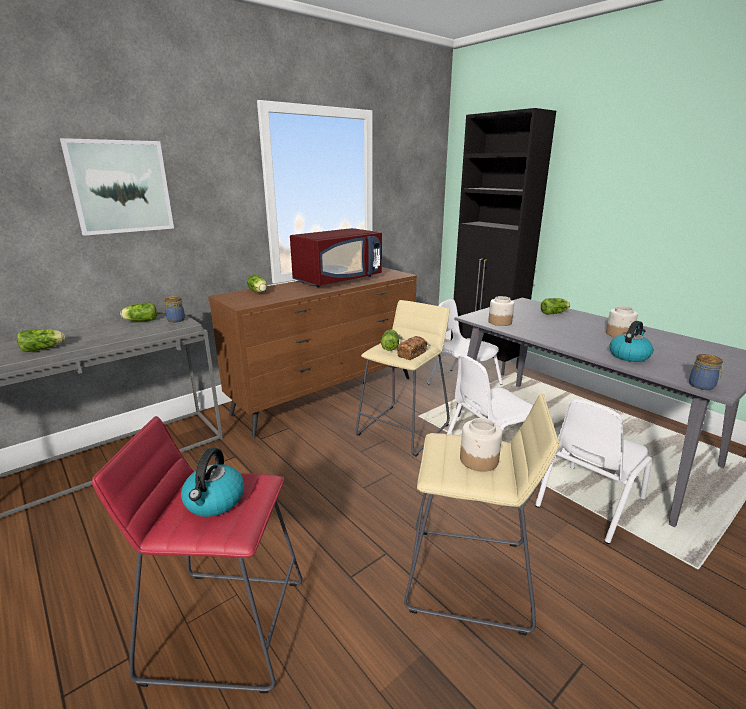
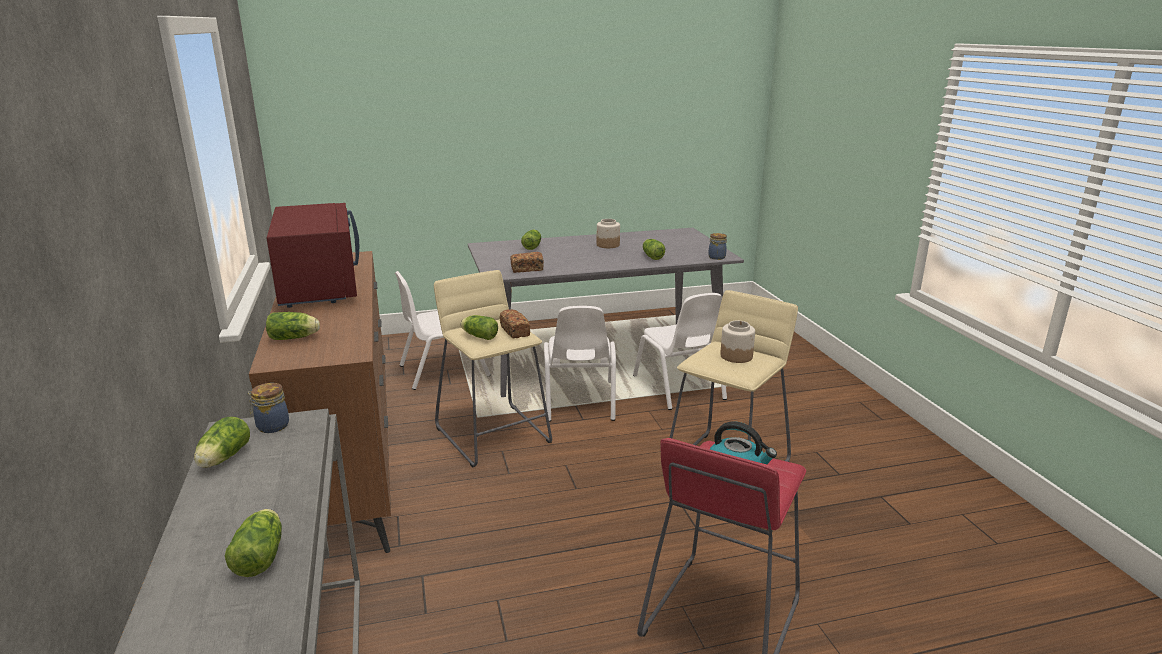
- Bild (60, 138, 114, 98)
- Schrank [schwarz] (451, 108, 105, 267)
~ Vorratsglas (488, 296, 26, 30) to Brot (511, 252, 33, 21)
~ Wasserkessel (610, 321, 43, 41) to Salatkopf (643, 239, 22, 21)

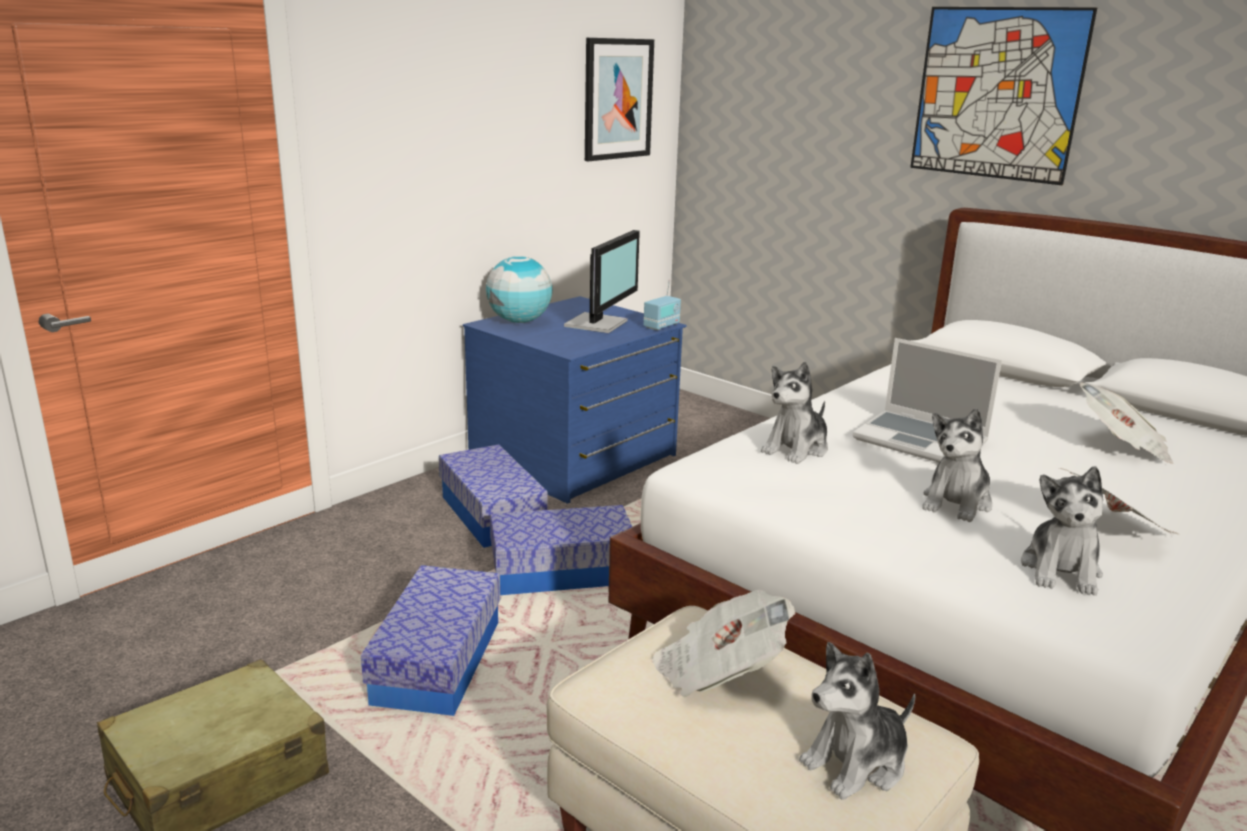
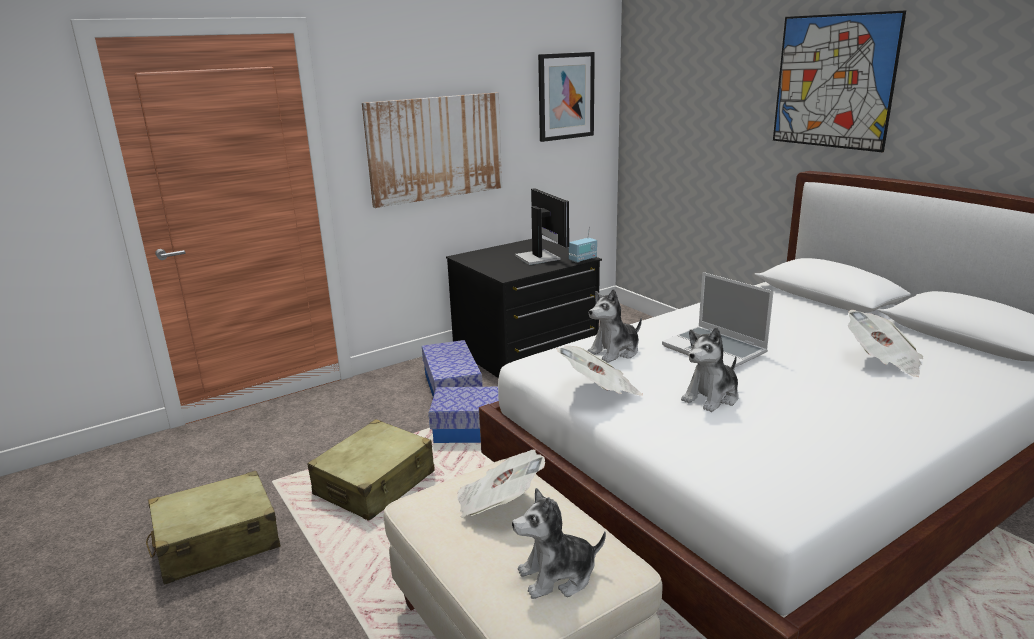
~ Aufbewahrungsbox (361, 565, 139, 151) to Koffer [beige] (307, 419, 128, 102)
~ Kommode [blau] (463, 296, 224, 208) to Kommode [schwarz] (446, 239, 156, 139)
- Globus (486, 256, 66, 67)
~ Monitor (564, 230, 76, 103) = (515, 188, 54, 77) 60 degrees counterclockwise
- Plüschtier (1021, 466, 82, 130)
~ Zeitung (1059, 468, 120, 67) to (556, 346, 87, 49)
+ Bild (362, 93, 140, 115)

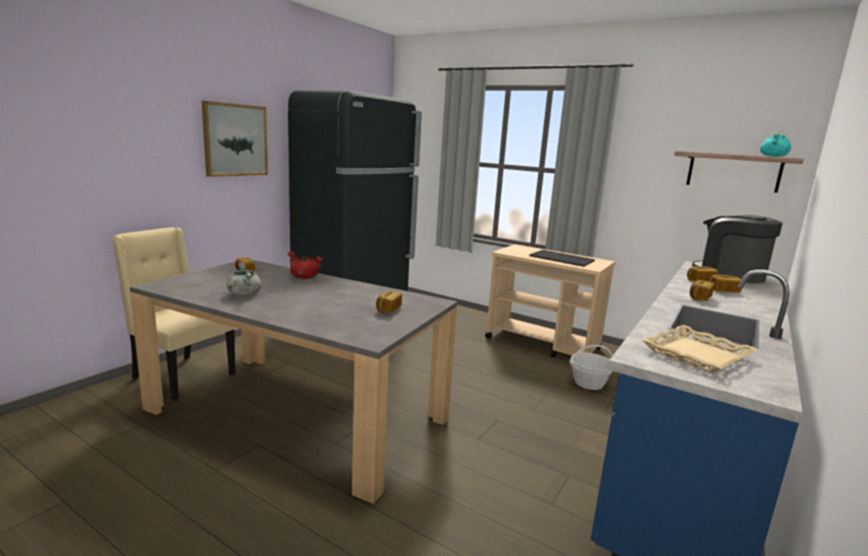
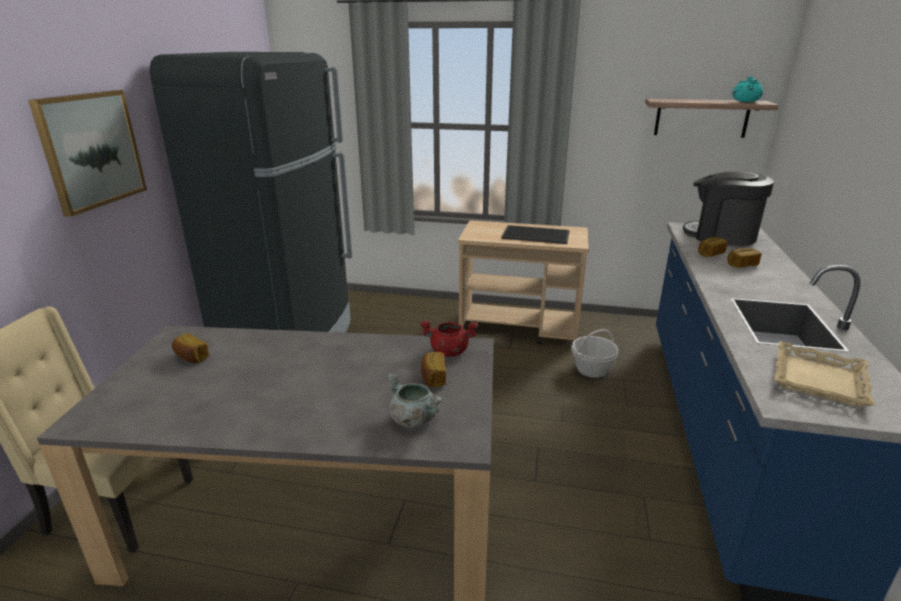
~ Kochtopf [grau] (227, 263, 34, 33) to (386, 374, 57, 54)
~ Kochtopf [rot] (287, 252, 36, 27) to (420, 321, 58, 36)
- Brot (690, 280, 24, 21)

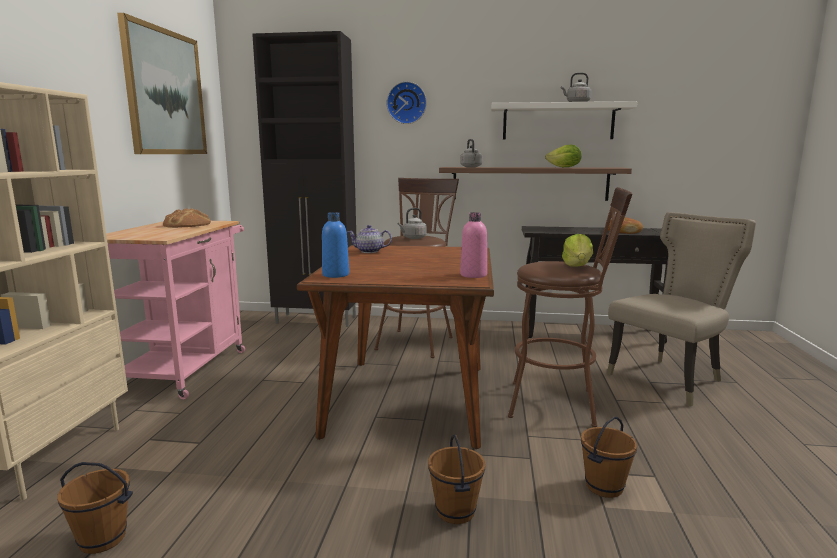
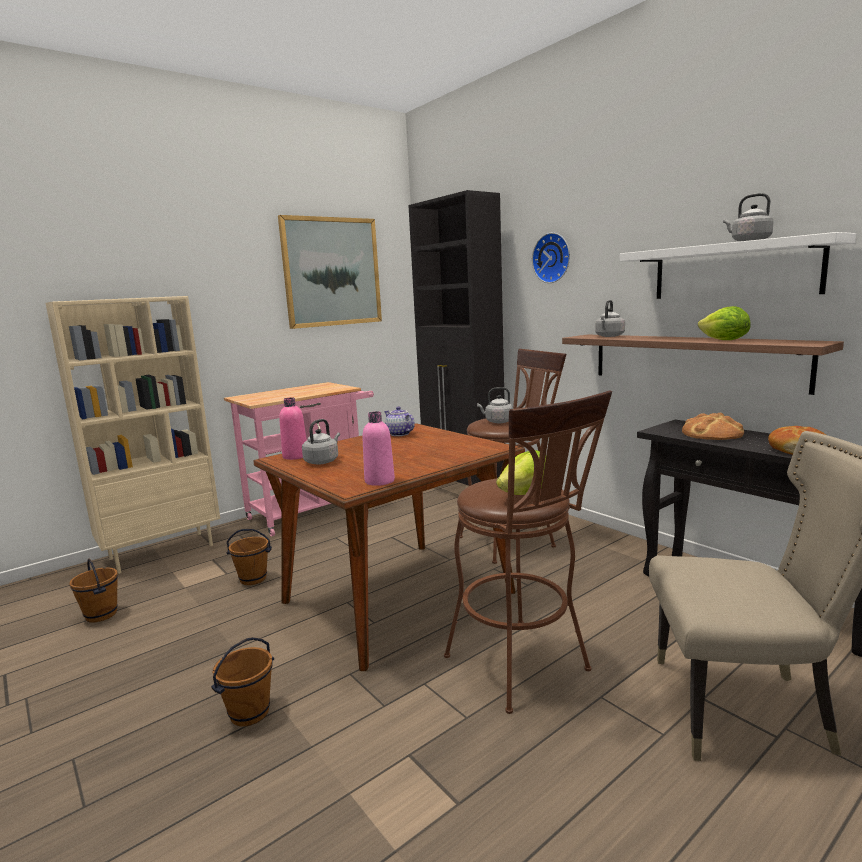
~ Brot (163, 208, 48, 20) to (682, 412, 62, 28)
~ Flasche [blau] (322, 212, 27, 66) to Flasche [rosa] (279, 397, 28, 63)
~ Eimer [braun] (581, 417, 56, 81) to (227, 529, 45, 56)
+ Wasserkessel [grau] (302, 419, 38, 45)

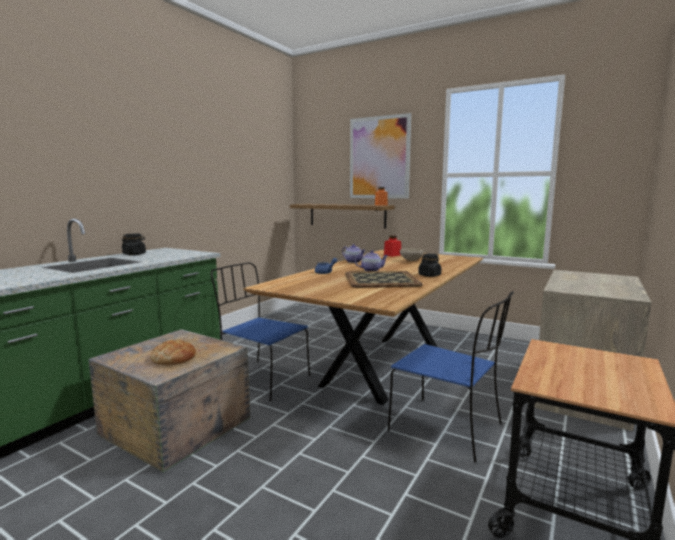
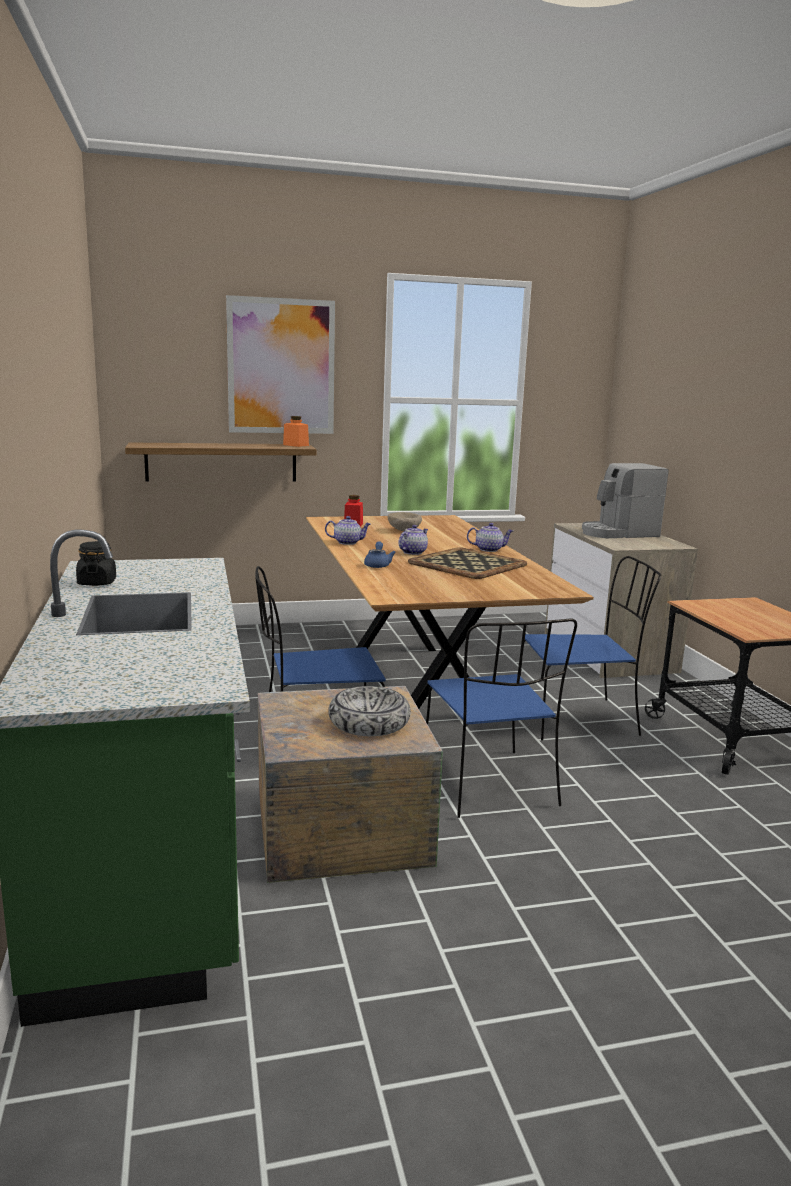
~ Brot (150, 340, 46, 25) to Schüssel (328, 686, 83, 50)
~ Vorratsglas [schwarz] (418, 254, 23, 23) to Teekanne (467, 523, 46, 29)
+ Stuhl [blau] (426, 618, 151, 200)
+ Kaffeemaschine (582, 463, 86, 75)

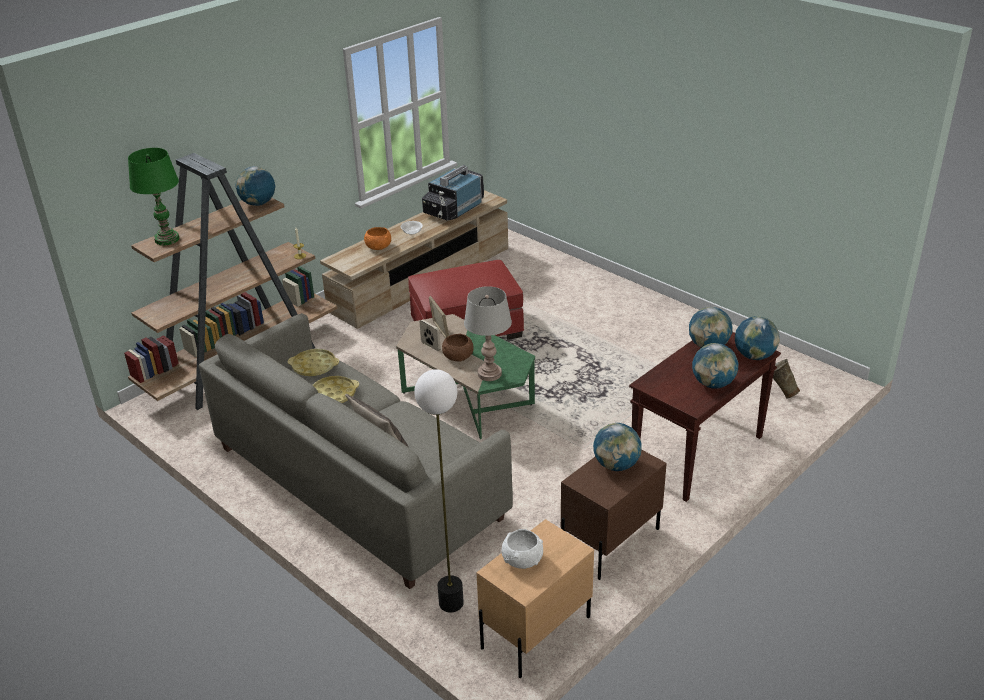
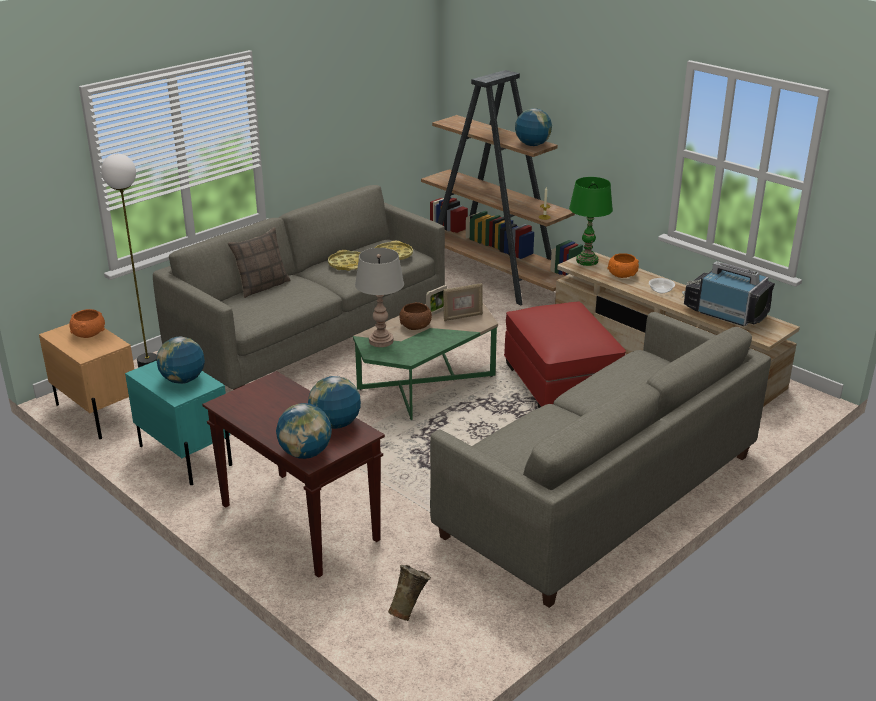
~ Tischlampe [grün] (128, 148, 51, 97) to (569, 177, 44, 89)
~ Schüssel [weiß] (501, 529, 42, 40) to Schüssel [orange] (69, 309, 36, 29)
~ Nachttisch [braun] (561, 450, 106, 130) to Nachttisch [türkis] (125, 360, 107, 125)
- Globus (692, 343, 46, 46)
+ Sofa [grau] (430, 312, 341, 296)

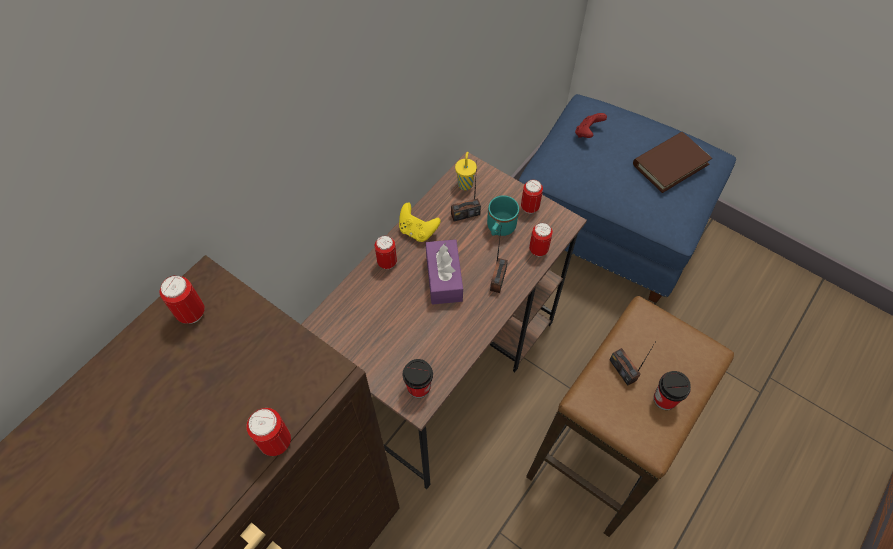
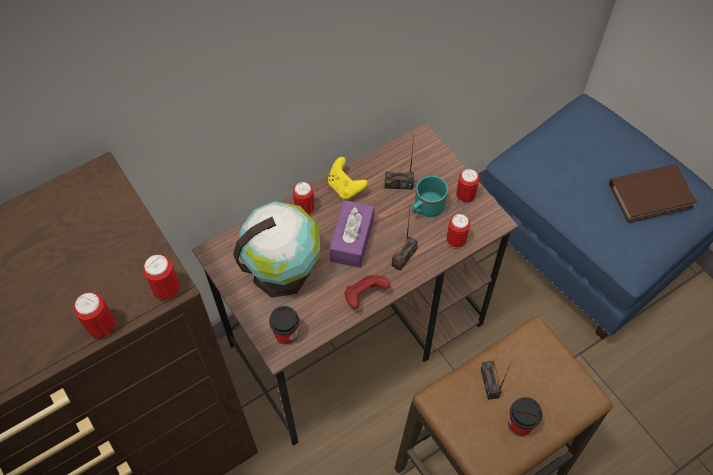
~ Dose (159, 275, 46, 49) to (143, 254, 37, 46)
- Tasse [gelb] (455, 152, 22, 38)
~ Gamepad [rot] (575, 113, 32, 25) to (344, 275, 46, 34)
+ Globus (233, 202, 88, 96)

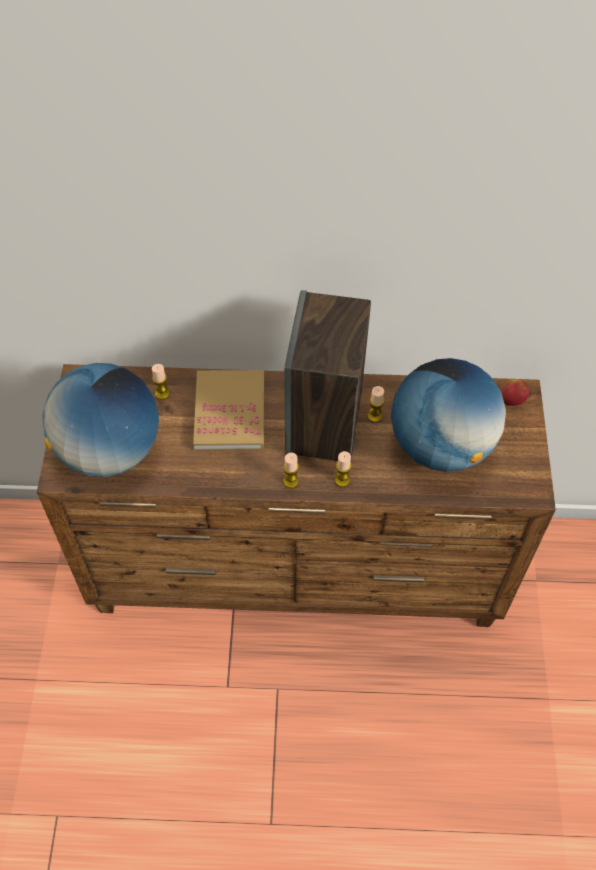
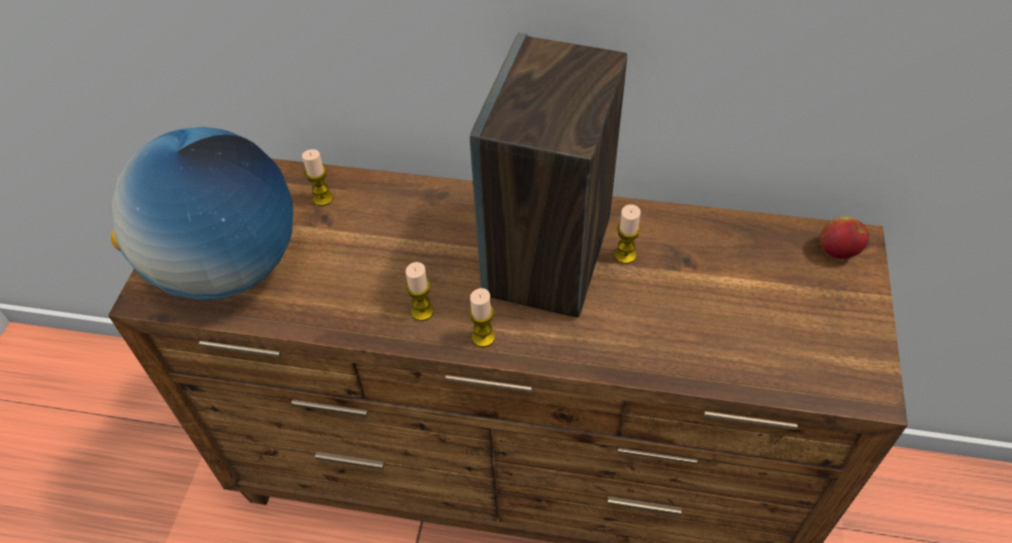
- Buch (193, 370, 71, 81)
~ Kerze (335, 451, 17, 36) to (406, 262, 28, 59)
- Globus (391, 358, 115, 114)

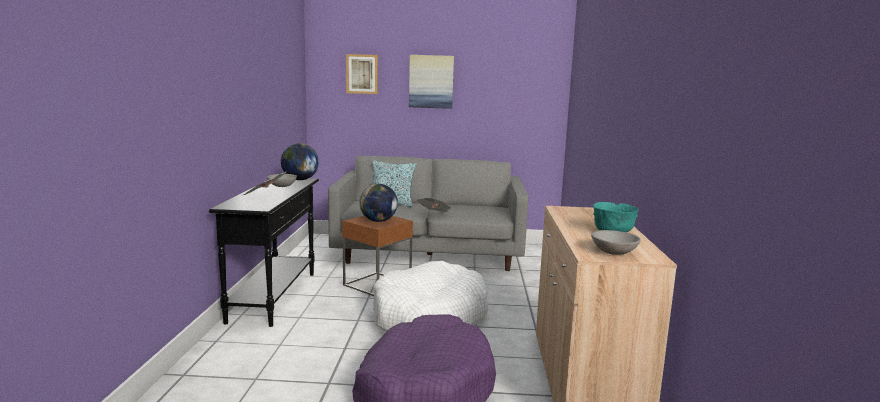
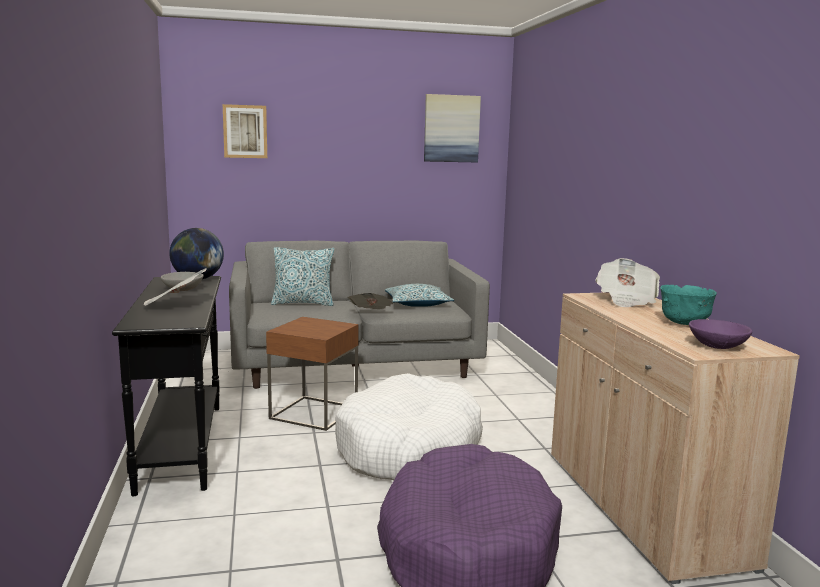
- Globus (360, 184, 38, 38)
~ Bild (409, 55, 45, 54) to (424, 94, 57, 68)
~ Schüssel [grau] (591, 230, 50, 25) to Schüssel [lila] (689, 319, 63, 30)
+ Kissen (385, 284, 69, 23)
+ Zeitung (595, 258, 65, 49)

